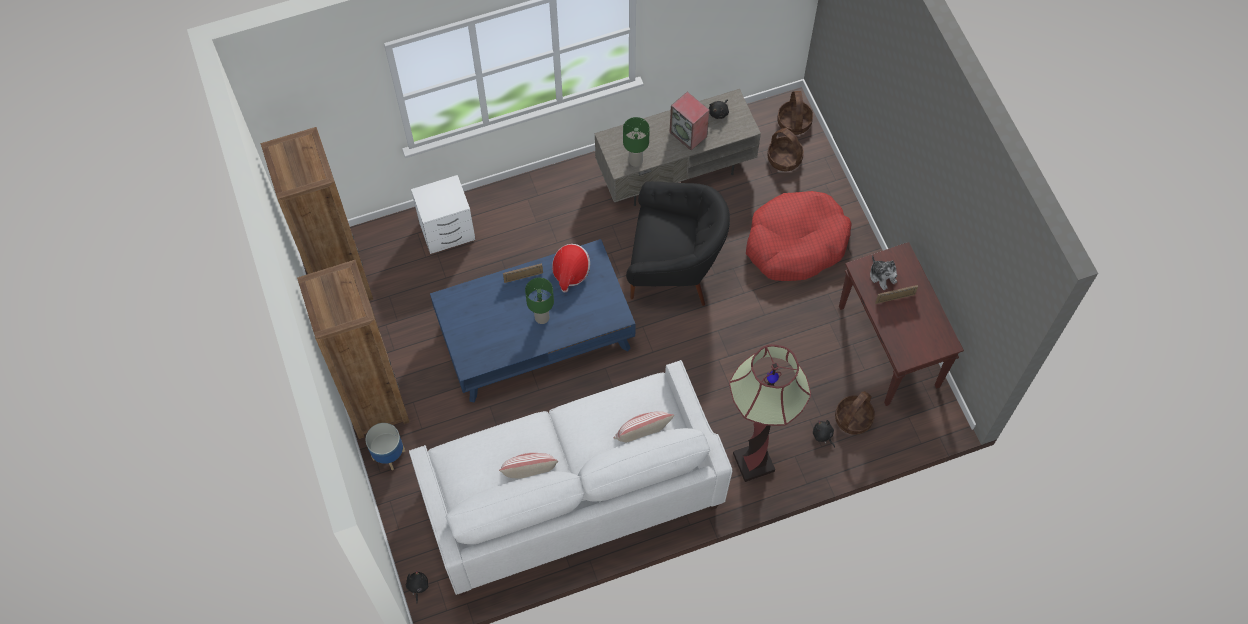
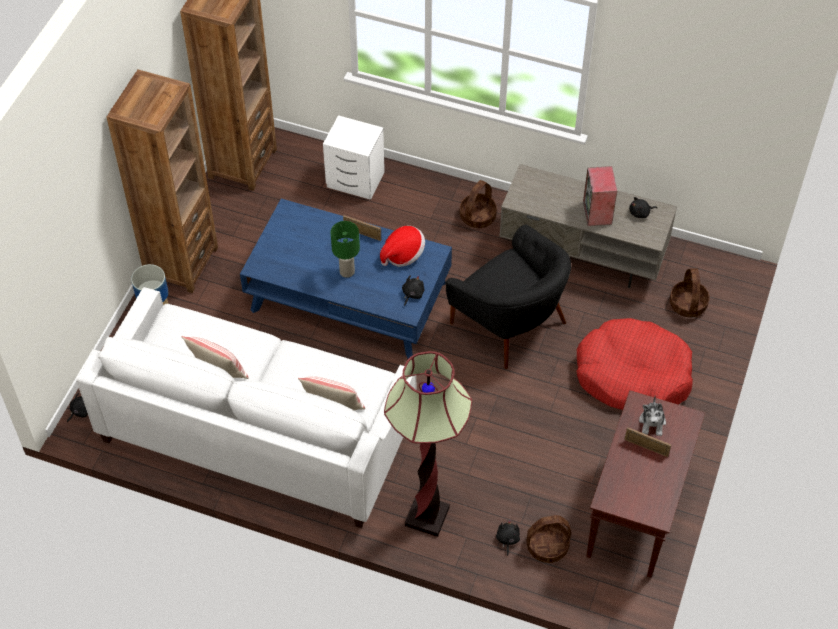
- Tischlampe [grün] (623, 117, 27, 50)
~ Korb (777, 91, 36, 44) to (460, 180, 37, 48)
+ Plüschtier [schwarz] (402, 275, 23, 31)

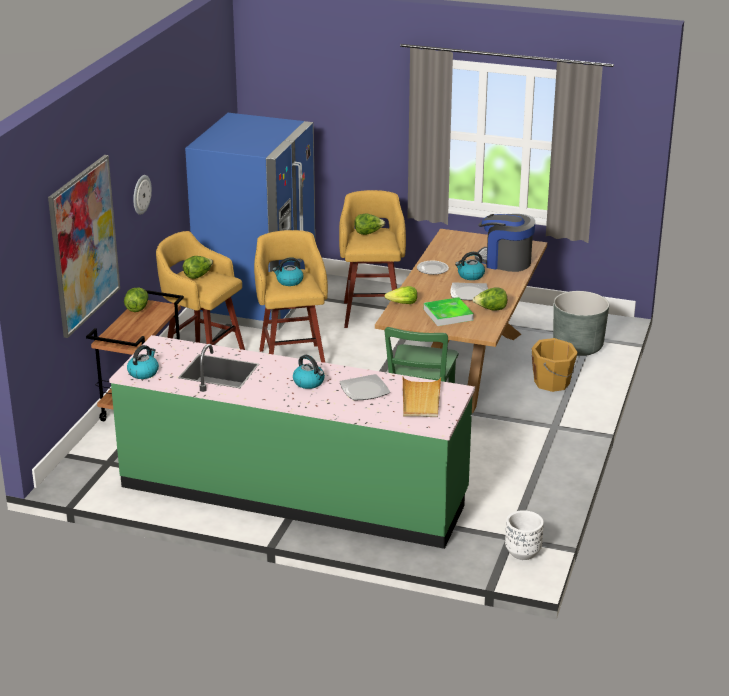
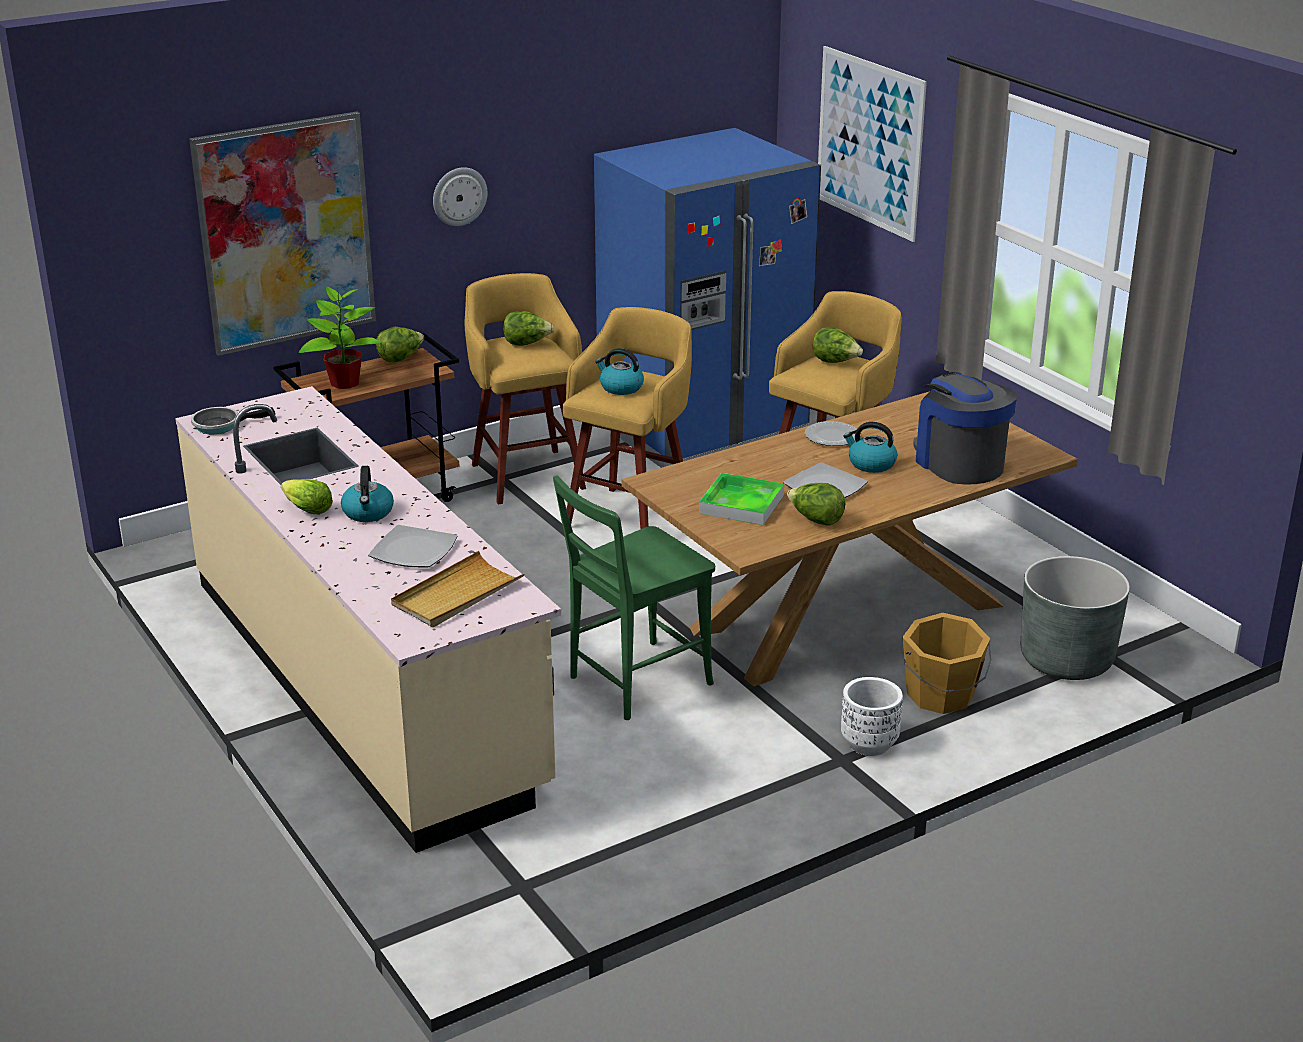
~ Küchenzeile [grün] (109, 335, 366, 214) to Küchenzeile [beige] (175, 386, 386, 467)
~ Wasserkessel (127, 345, 32, 34) to Pfanne (191, 407, 84, 27)
~ Salatkopf (385, 286, 32, 18) to (281, 479, 52, 35)
~ Pflanzkübel [weiß] (505, 510, 39, 50) to (841, 677, 62, 79)
+ Topfpflanze (299, 286, 82, 103)
+ Bild (818, 46, 109, 196)

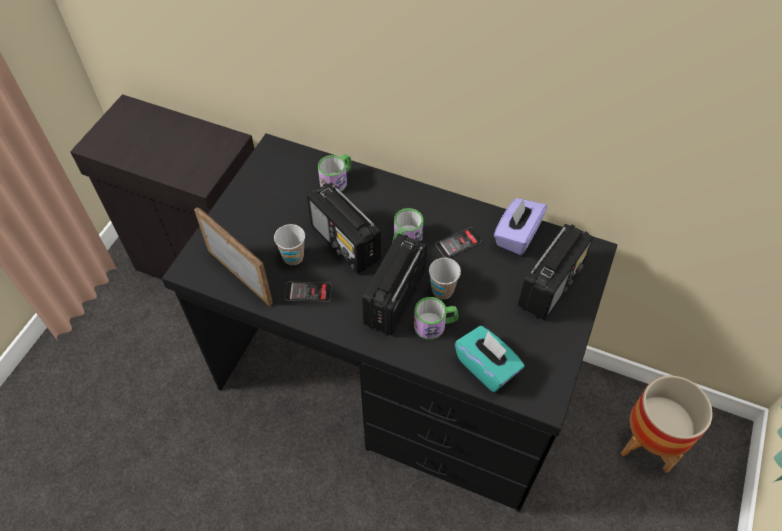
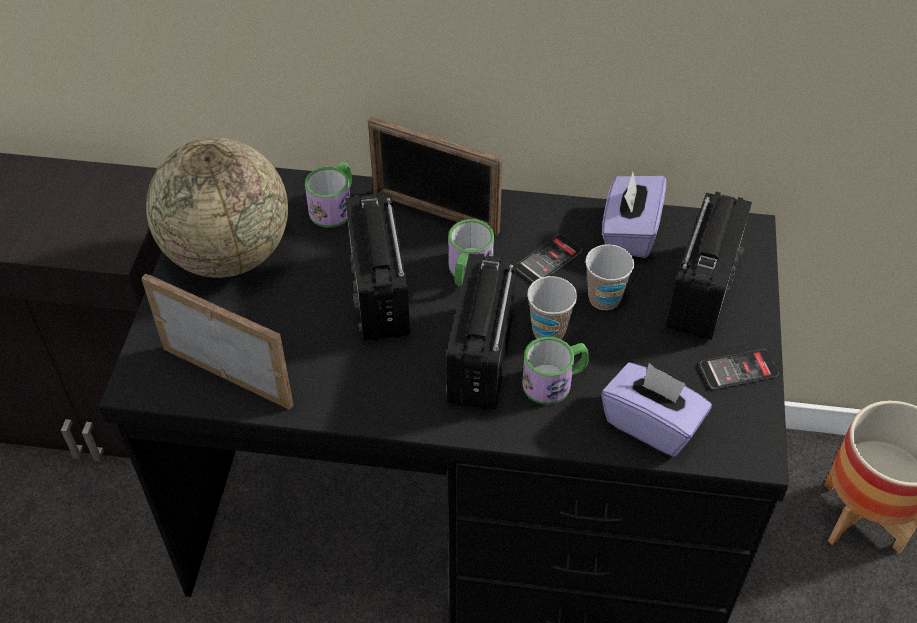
~ Tasse (274, 224, 31, 41) to (585, 244, 49, 66)
~ Handy (285, 282, 47, 20) to (700, 349, 79, 40)
~ Radio (307, 182, 74, 92) = (345, 193, 65, 148) 45 degrees clockwise
~ Taschentuchbox [türkis] (455, 326, 70, 67) to Taschentuchbox [lila] (601, 363, 111, 94)
+ Globus (146, 138, 142, 140)
+ Bilderrahmen (368, 117, 135, 118)

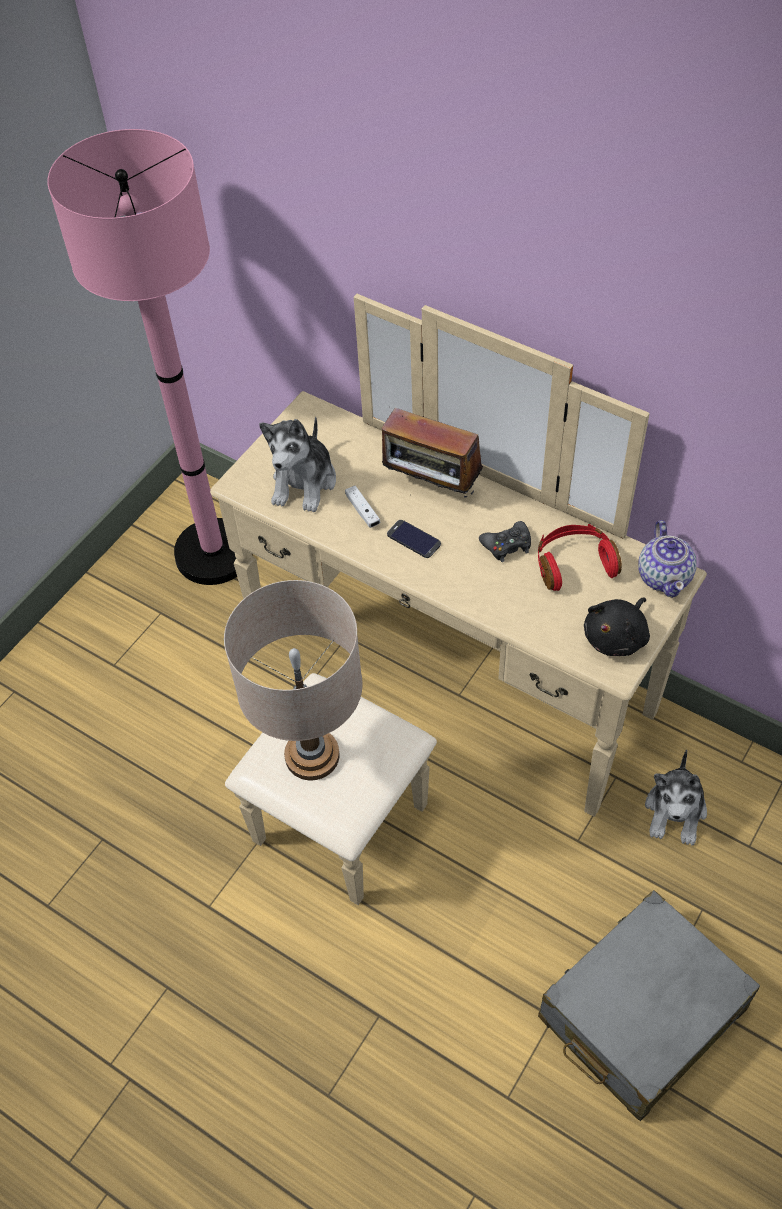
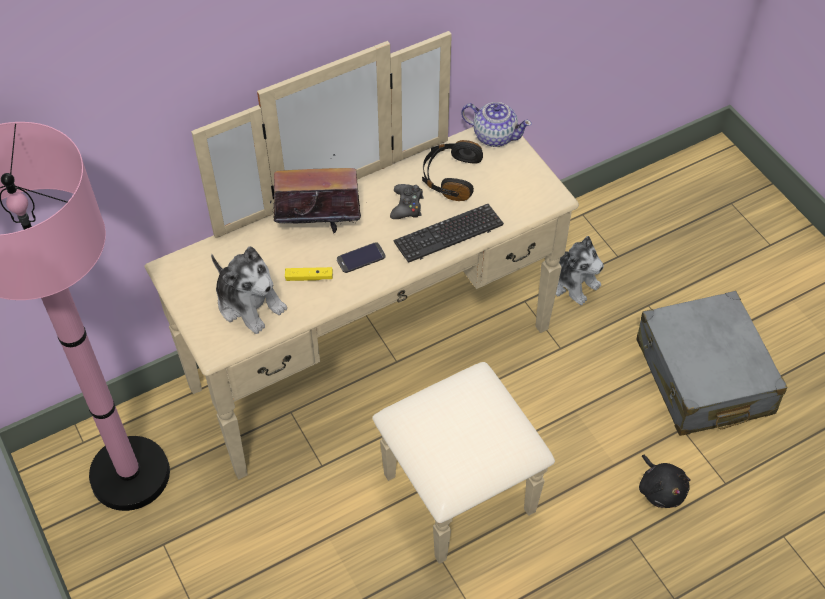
- Tischlampe [beige] (224, 580, 139, 200)
~ Gamepad [weiß] (345, 485, 36, 43) to Gamepad [gelb] (285, 267, 48, 14)
~ Radio (382, 408, 101, 90) = (270, 154, 91, 79) 150 degrees counterclockwise
~ Kopfhörer [rot] (538, 524, 84, 67) to Kopfhörer [schwarz] (422, 140, 61, 61)
~ Plüschtier [schwarz] (584, 598, 66, 58) to (639, 455, 52, 53)
+ Tastatur (394, 204, 110, 59)

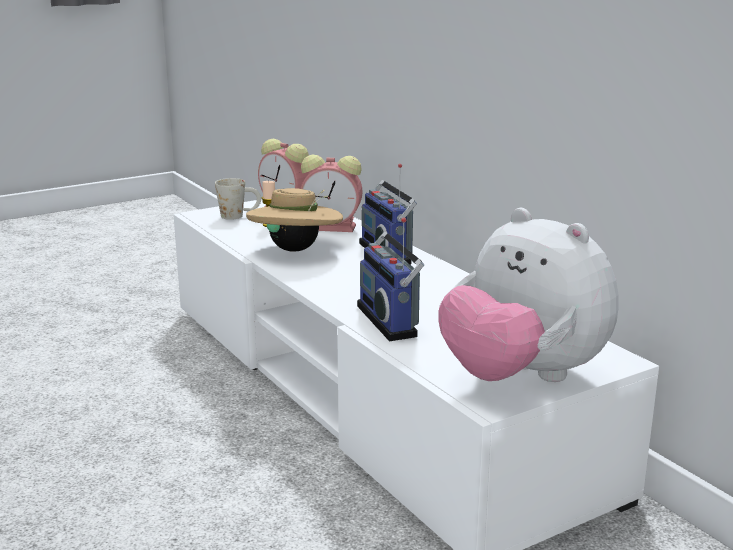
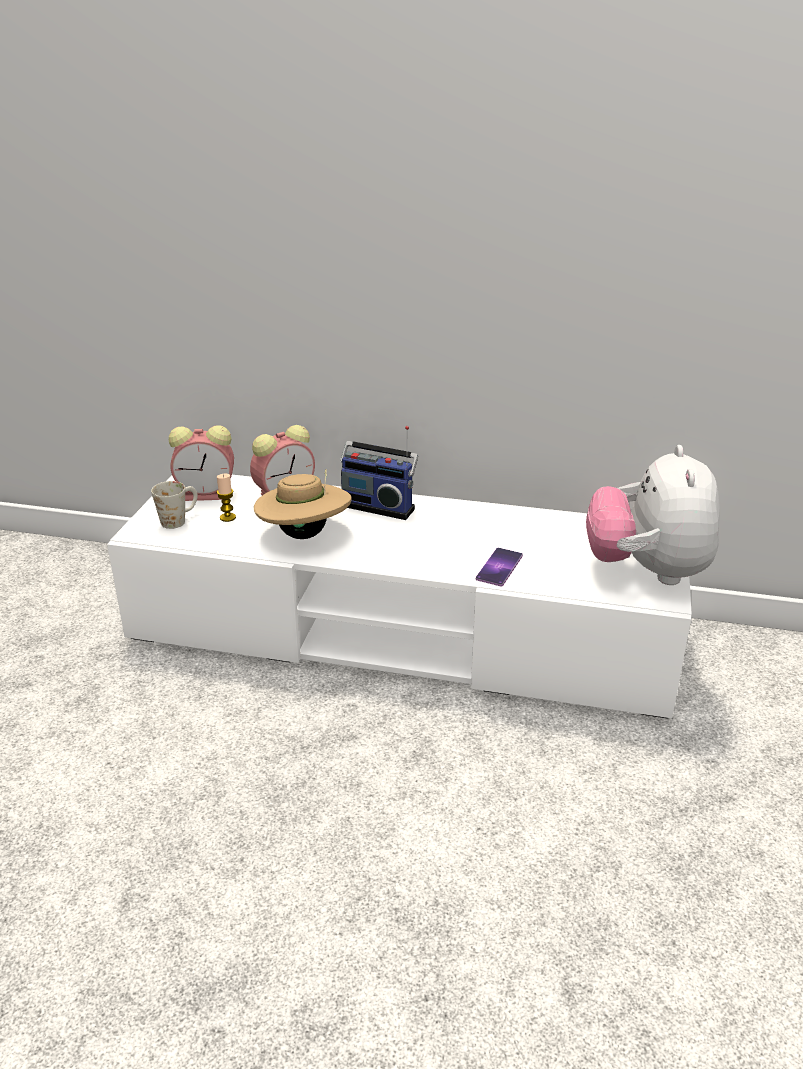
~ Radio (357, 218, 67, 123) to Handy (476, 548, 47, 39)
~ Plüschtier (439, 208, 180, 174) = (586, 445, 134, 140) 90 degrees clockwise

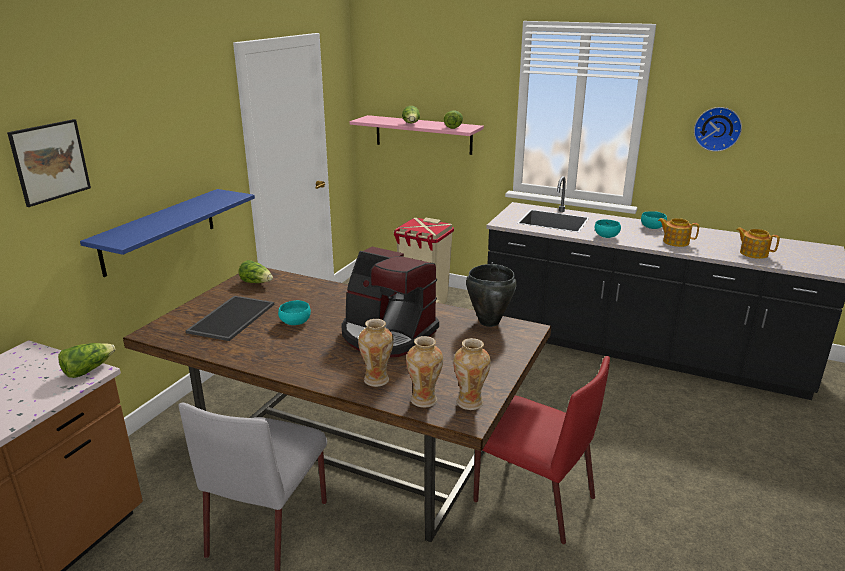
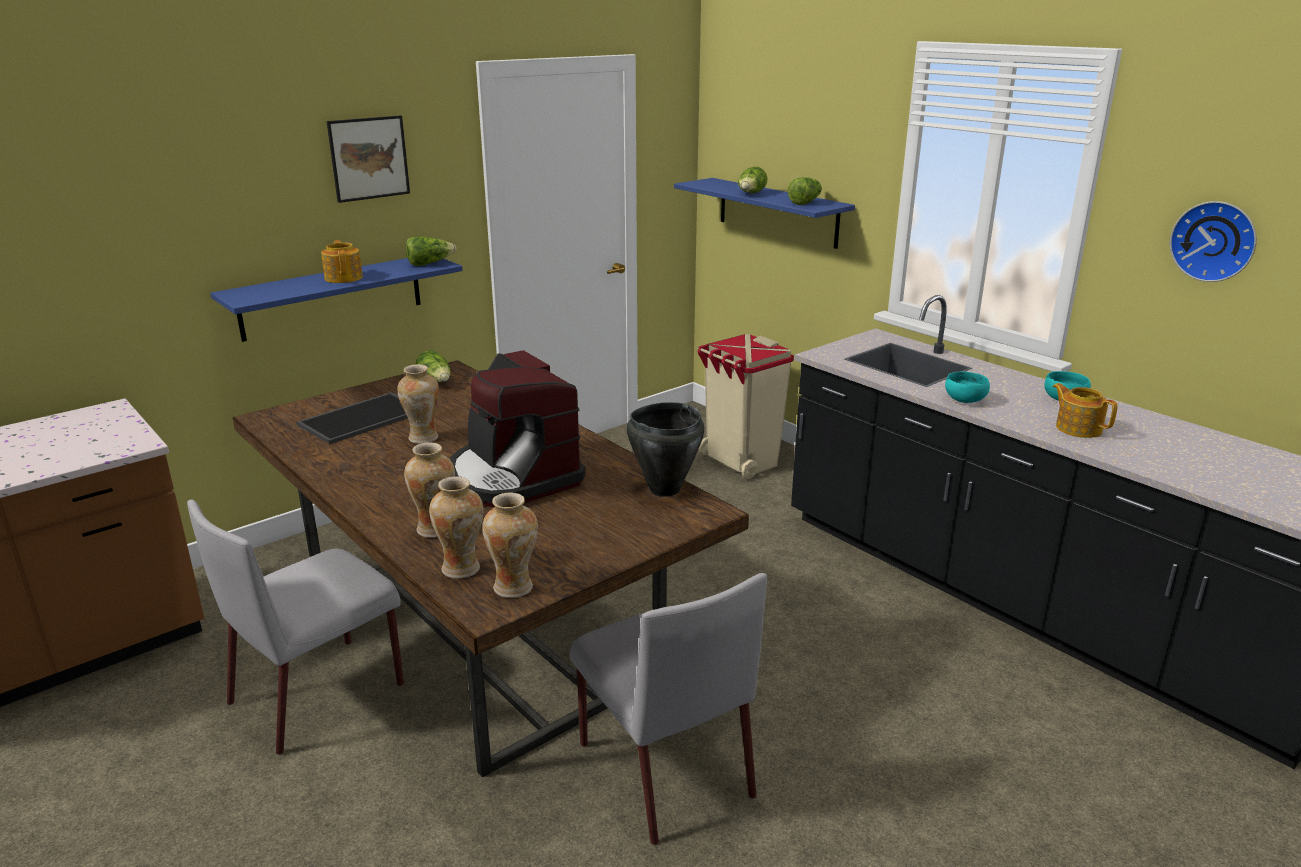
~ Bild (7, 119, 84, 88) to (327, 115, 83, 88)
~ Salatkopf (58, 343, 57, 35) to (406, 237, 51, 29)
~ Schüssel [türkis] (278, 300, 33, 25) to Vase (397, 364, 42, 80)
~ Wandregal [rosa] (350, 115, 134, 40) to Wandregal [blau] (674, 178, 181, 71)
~ Stuhl [rot] (473, 356, 137, 188) to Stuhl [grau] (569, 573, 198, 272)
~ Teekanne (736, 227, 44, 32) to (321, 240, 42, 43)

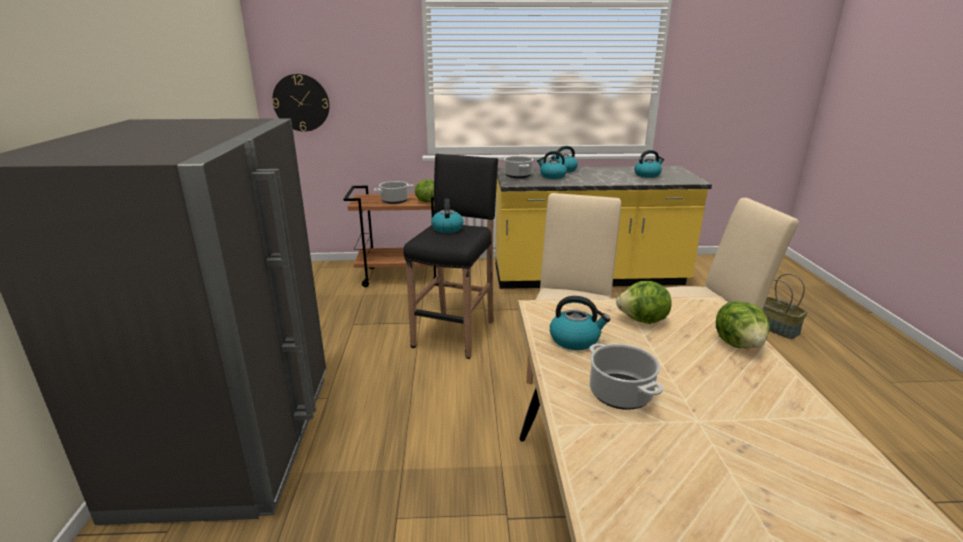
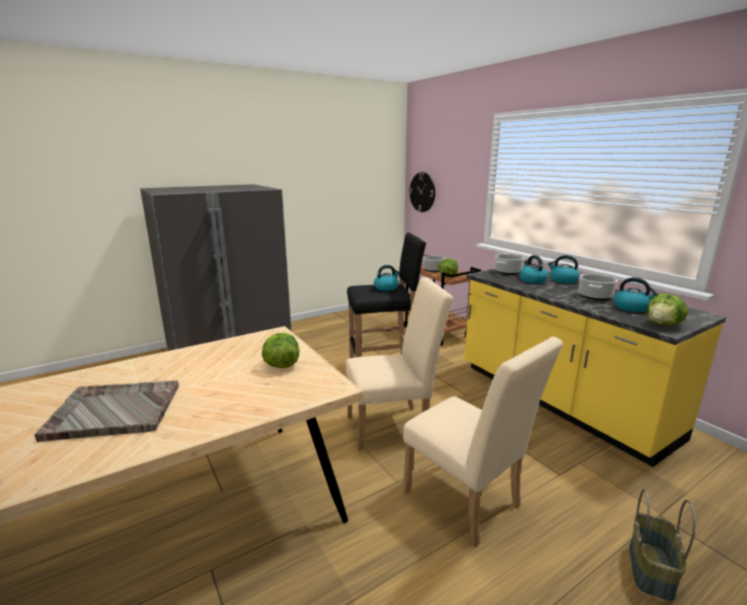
- Wasserkessel (550, 296, 60, 54)
~ Kochtopf (589, 344, 74, 66) to (578, 274, 40, 27)
~ Salatkopf (716, 301, 54, 47) to (647, 293, 41, 32)
+ Tablett [grau] (34, 381, 145, 61)

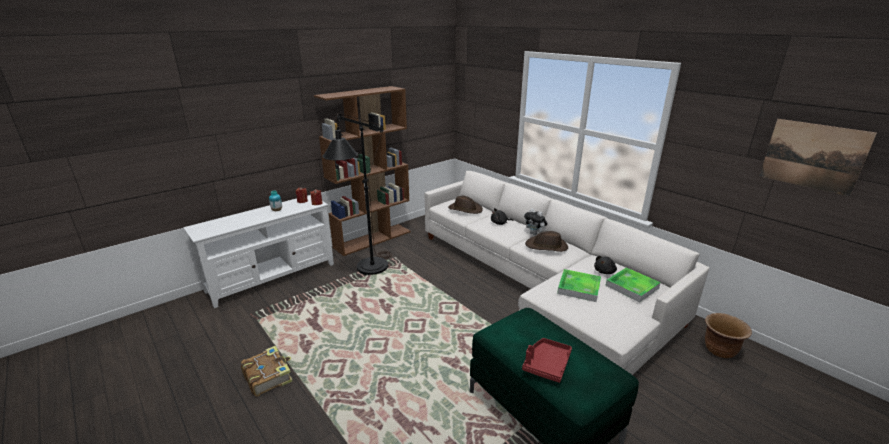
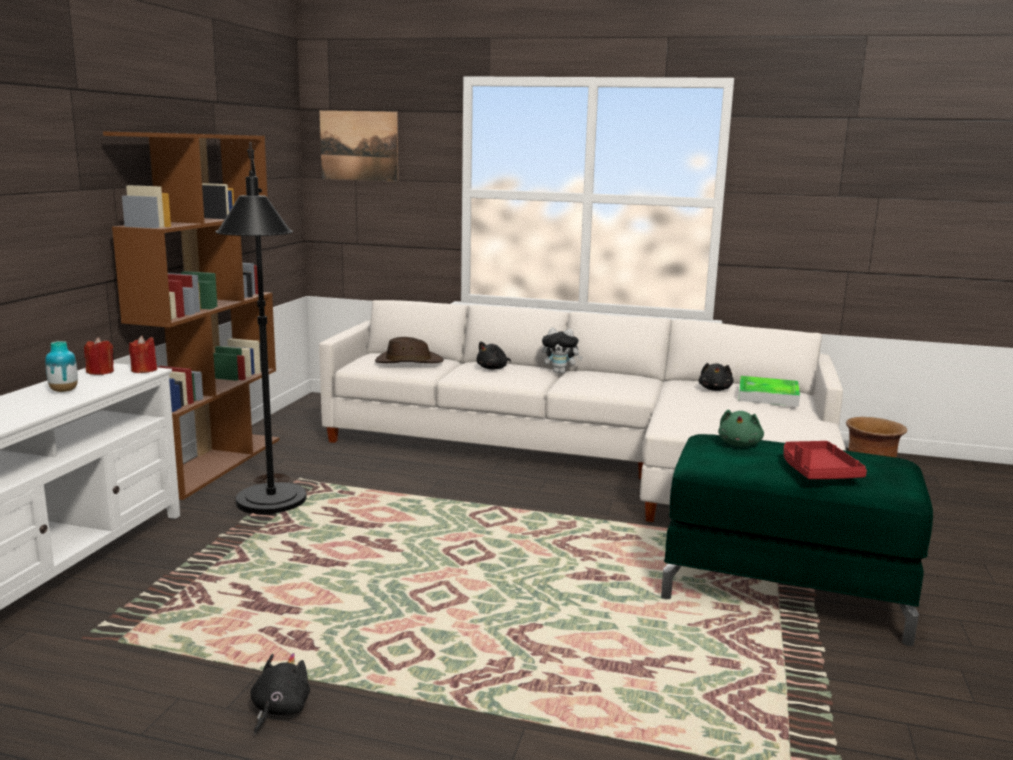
~ Buch (241, 346, 52, 51) to Plüschtier [schwarz] (250, 653, 60, 82)
- Hut [braun] (525, 231, 43, 21)
- Tablett (557, 269, 44, 33)
~ Bild (759, 119, 118, 77) to (320, 110, 78, 72)
+ Plüschtier [grün] (718, 410, 46, 37)

